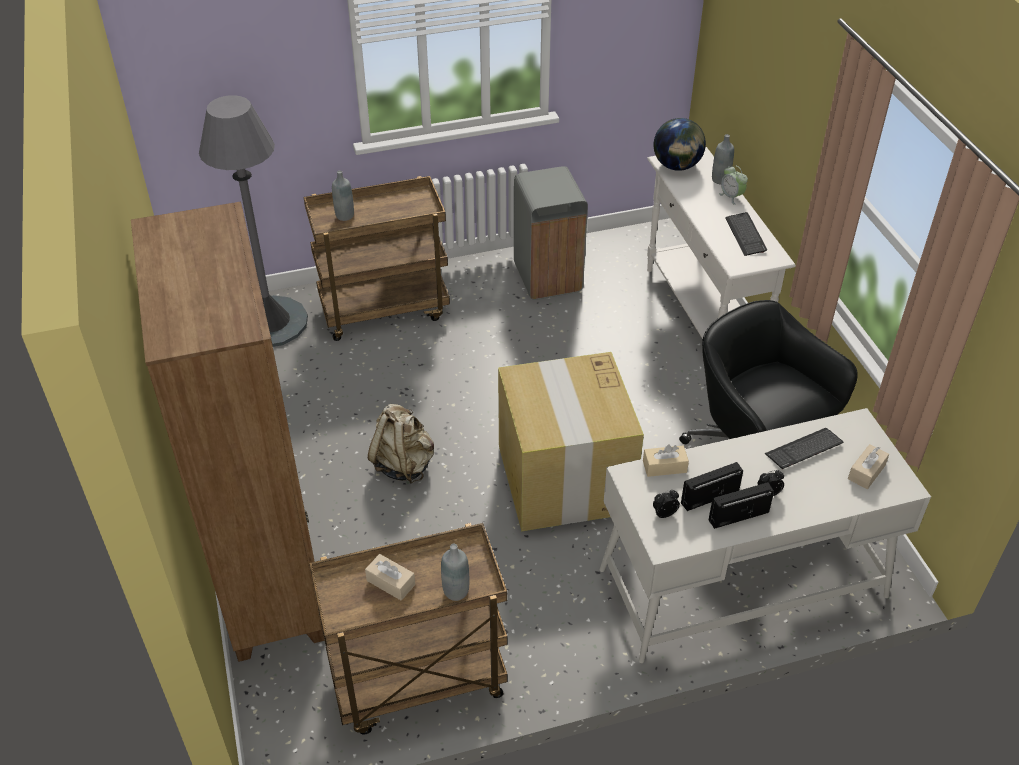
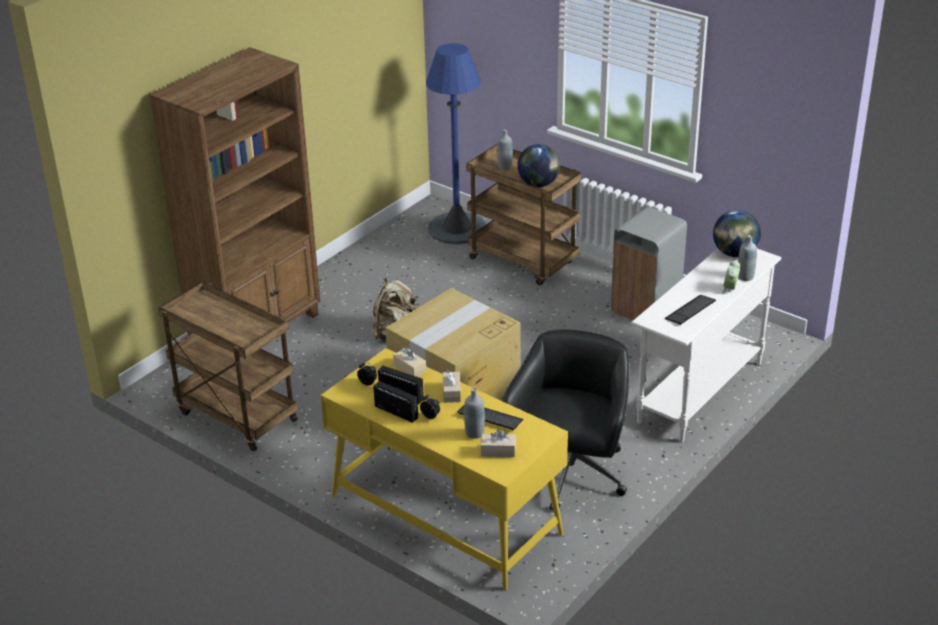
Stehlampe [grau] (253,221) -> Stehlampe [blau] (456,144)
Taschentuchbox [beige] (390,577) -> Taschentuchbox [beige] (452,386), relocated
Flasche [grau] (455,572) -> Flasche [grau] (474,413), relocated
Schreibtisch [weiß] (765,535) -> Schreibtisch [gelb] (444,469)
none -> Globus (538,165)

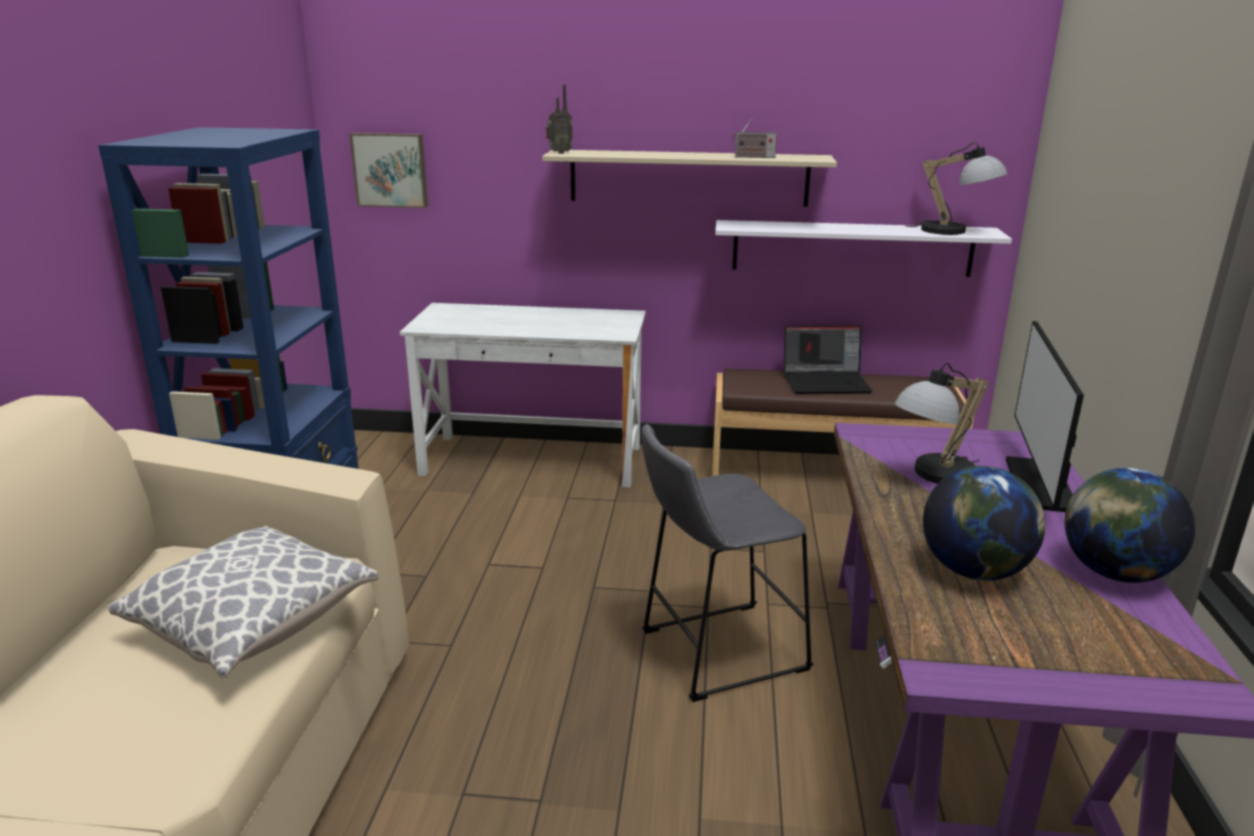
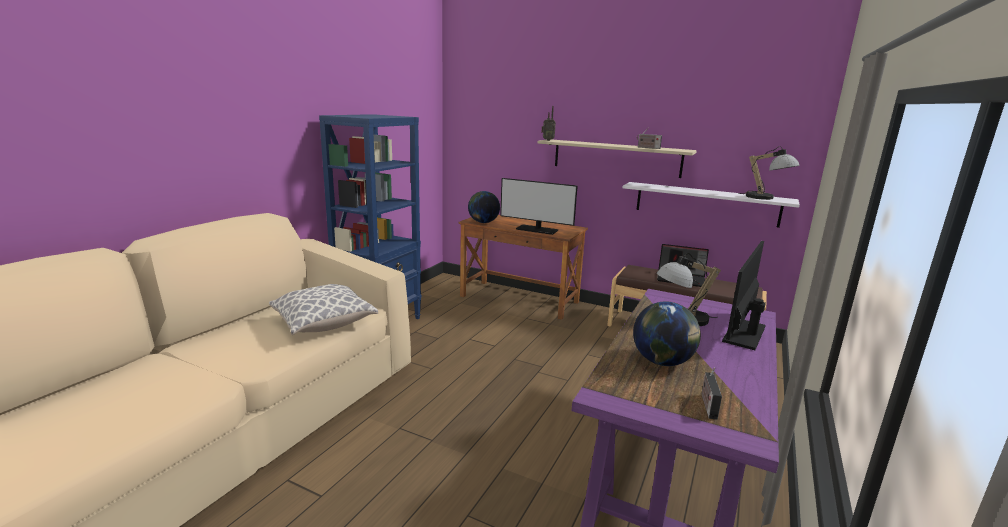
Bild (388,170) -> none
Schreibtisch [weiß] (522,395) -> Schreibtisch [braun] (523,267)
Hocker [grau] (727,563) -> none
Globus (1130,525) -> Globus (484,207), relocated
none -> Monitor (539,206)
none -> Radio (712,393)

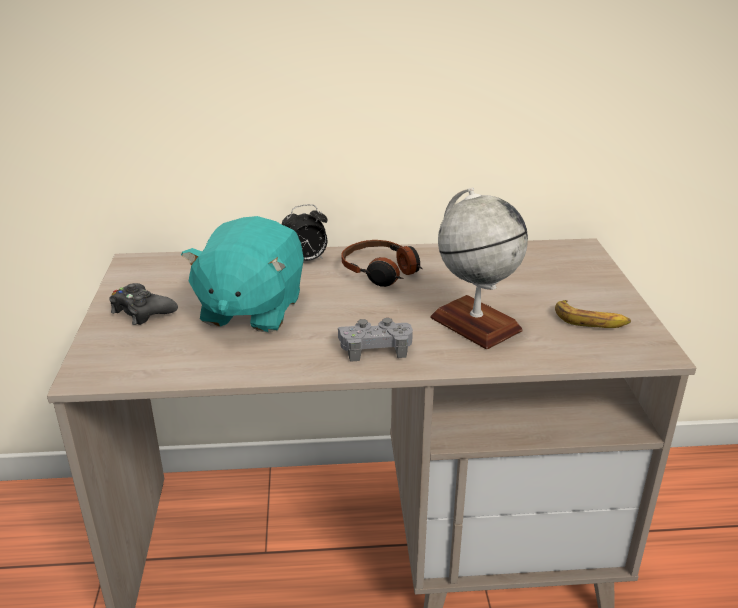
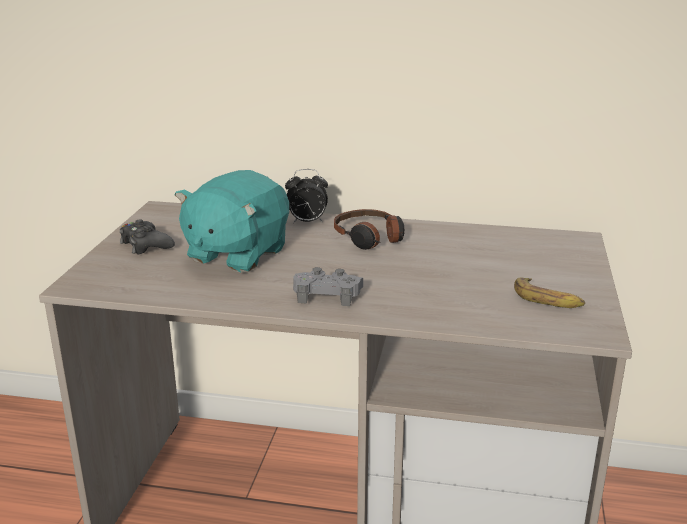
Globus (479,268) -> none

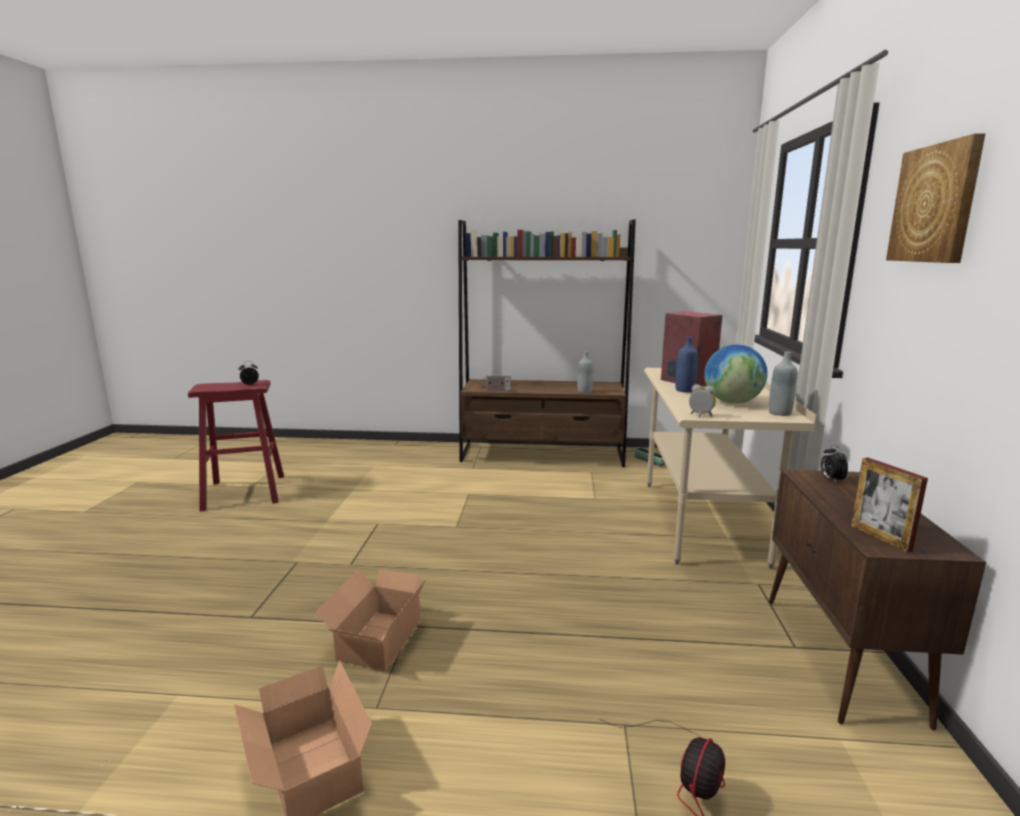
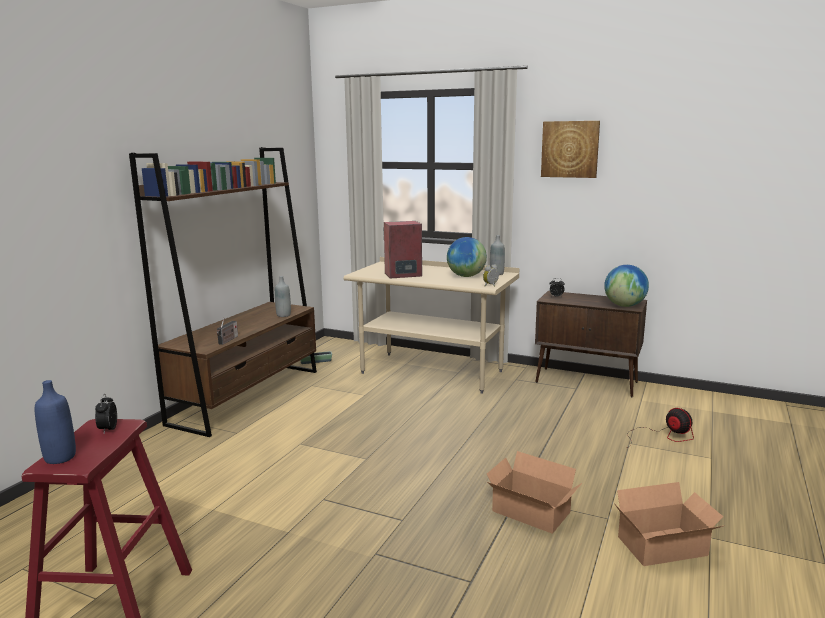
Flasche [blau] (686,364) -> Flasche [blau] (55,422), relocated
Bilderrahmen (889,505) -> Globus (626,286)

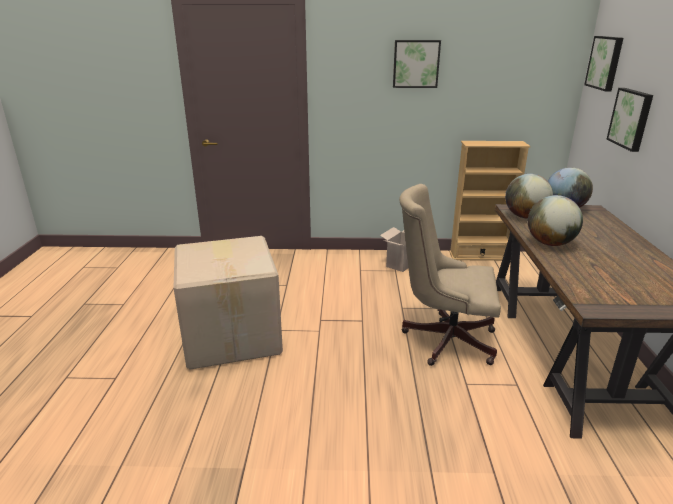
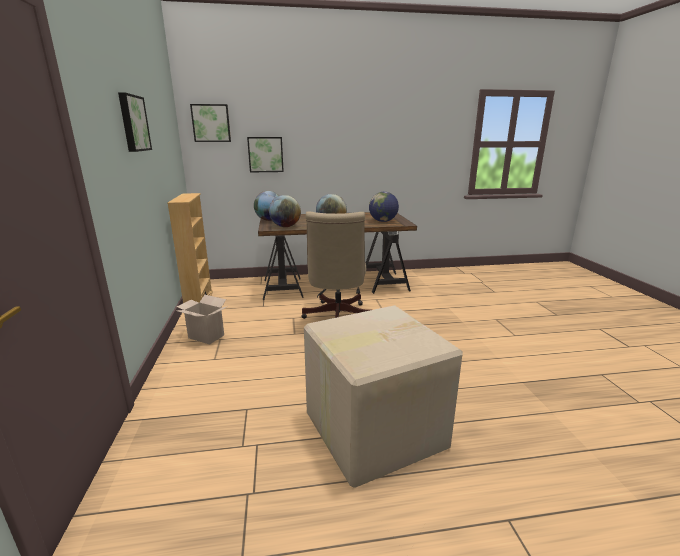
none -> Globus (384,207)

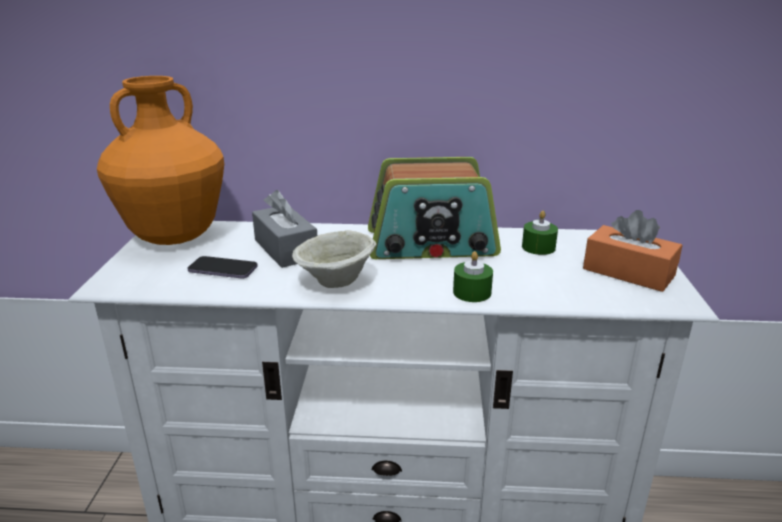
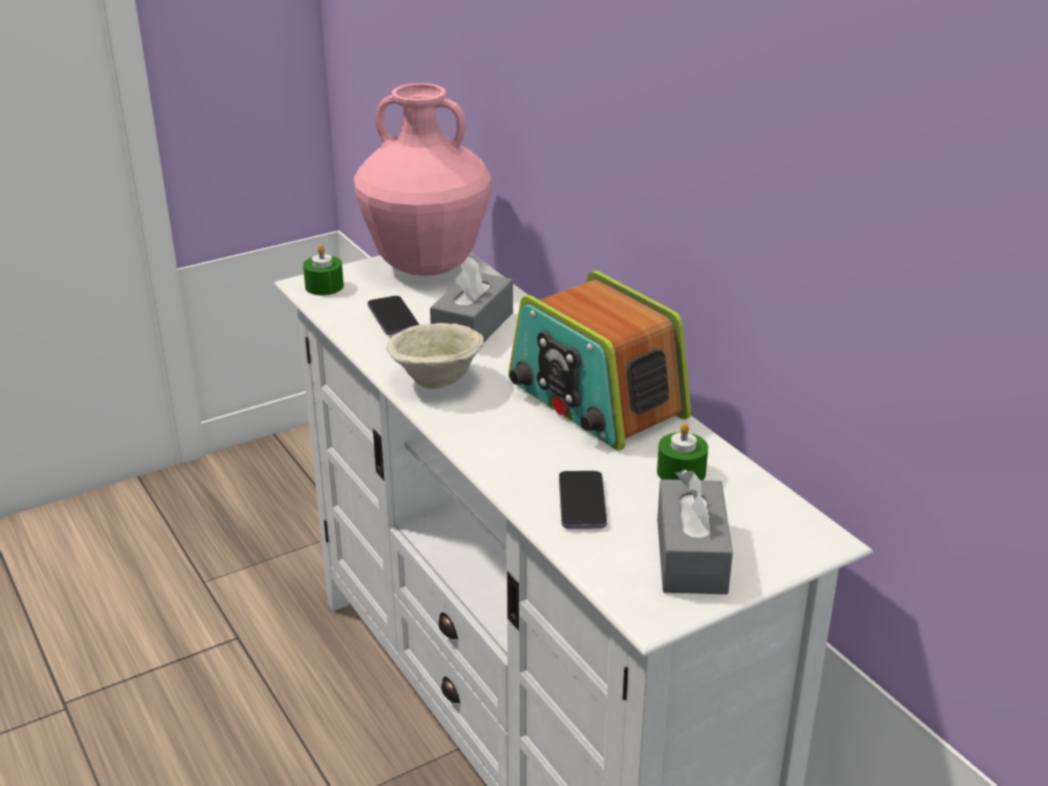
Vase [orange] (160,160) -> Vase [rosa] (423,179)
Kerze [grün] (473,276) -> Kerze [grün] (323,269), relocated
Taschentuchbox [orange] (633,251) -> Taschentuchbox [grau] (695,532)
none -> Handy (583,500)

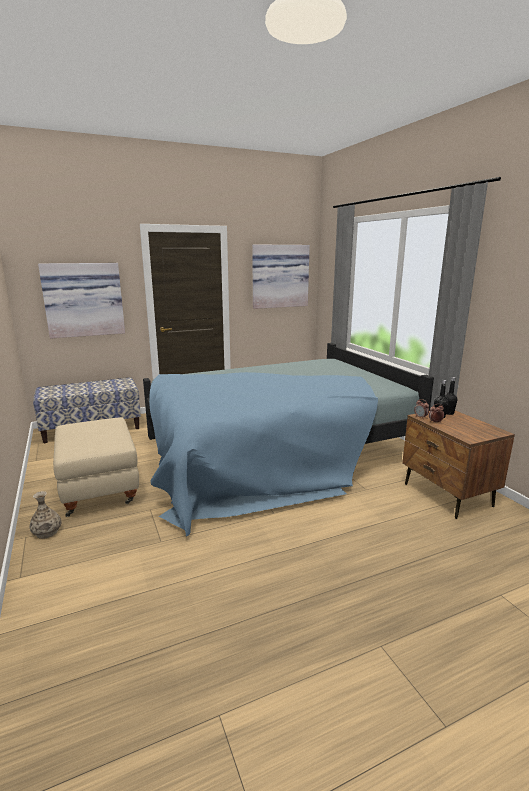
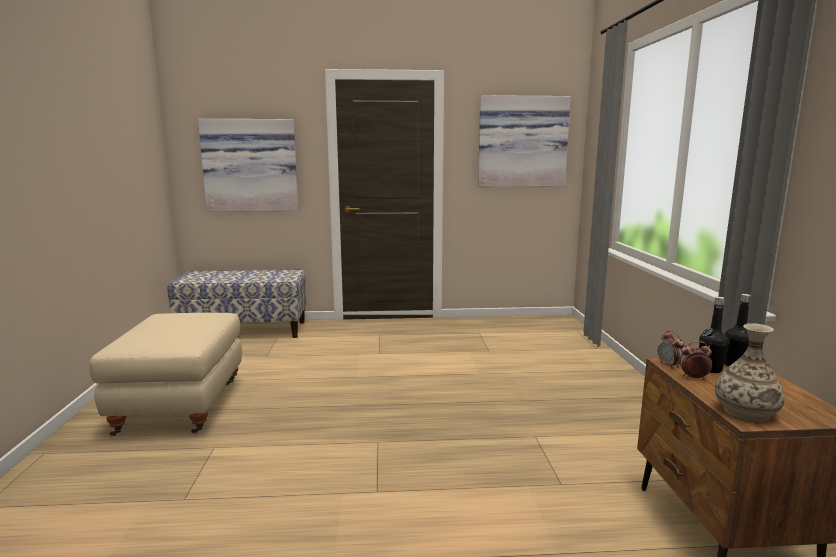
Vase (45,515) -> Vase (750,372), relocated
Bett [blau] (288,440) -> none

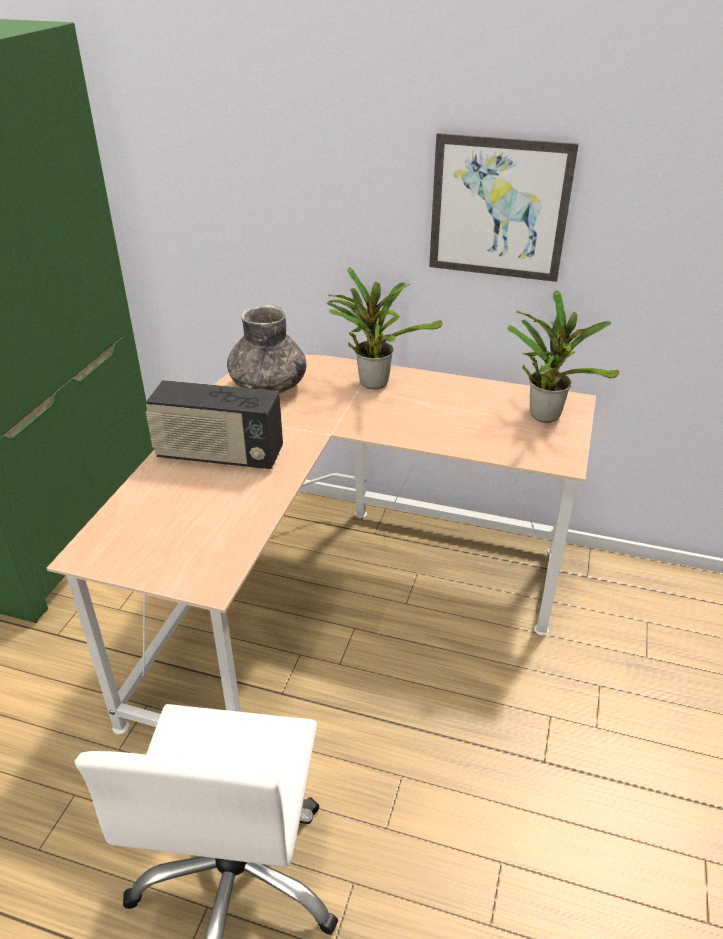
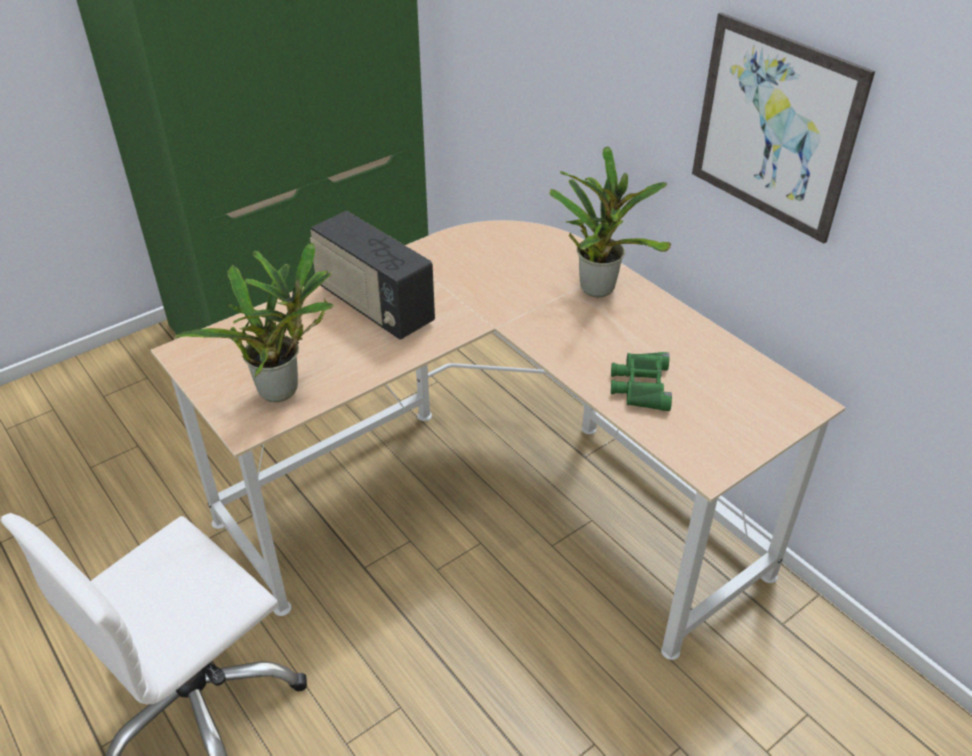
Vase [grau] (267,349) -> none
Topfpflanze (563,357) -> Topfpflanze (254,322), relocated
none -> Fernglas [grün] (641,381)

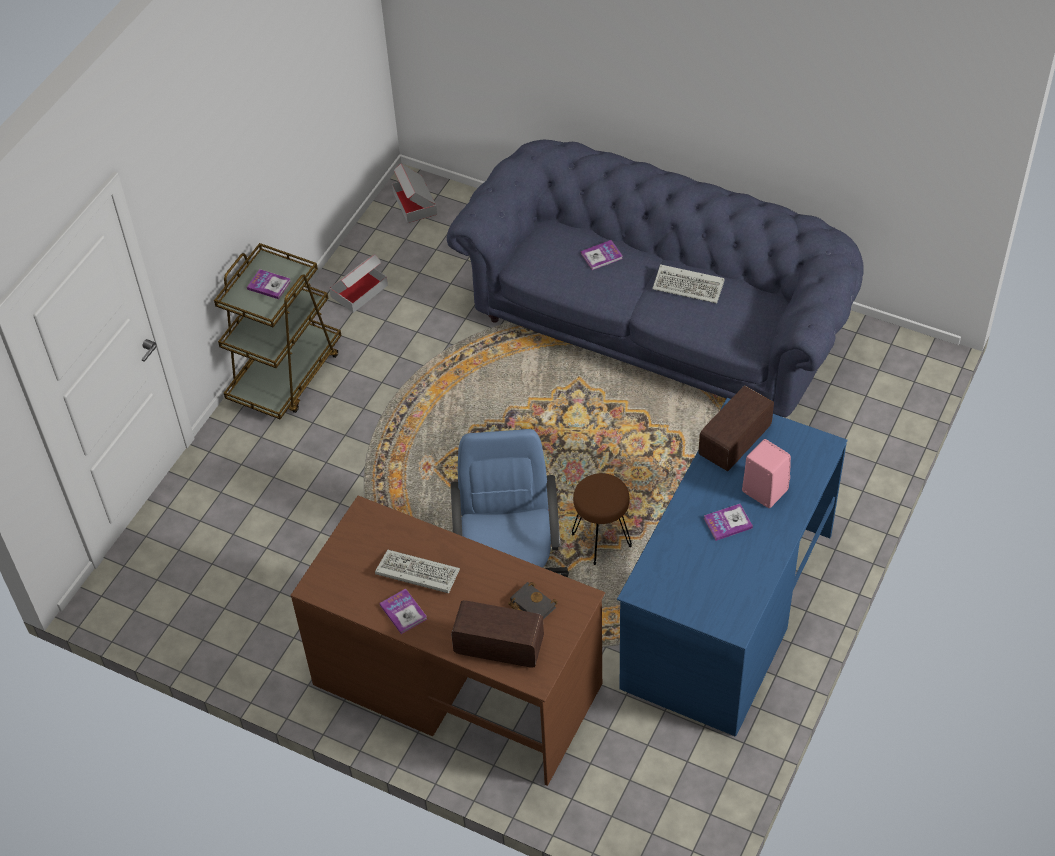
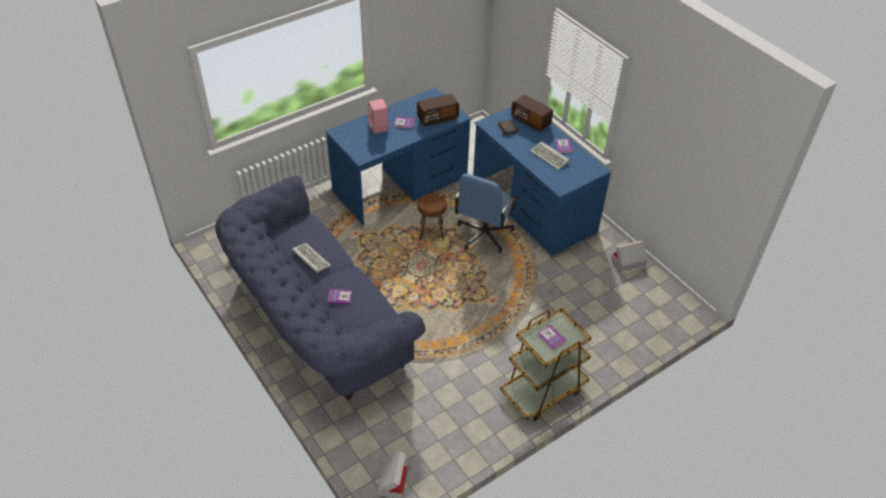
Schreibtisch [braun] (447,641) -> Schreibtisch [blau] (542,181)
Karton (358,283) -> Karton (629,256), relocated
Radio (736,428) -> Radio (438,110), relocated

